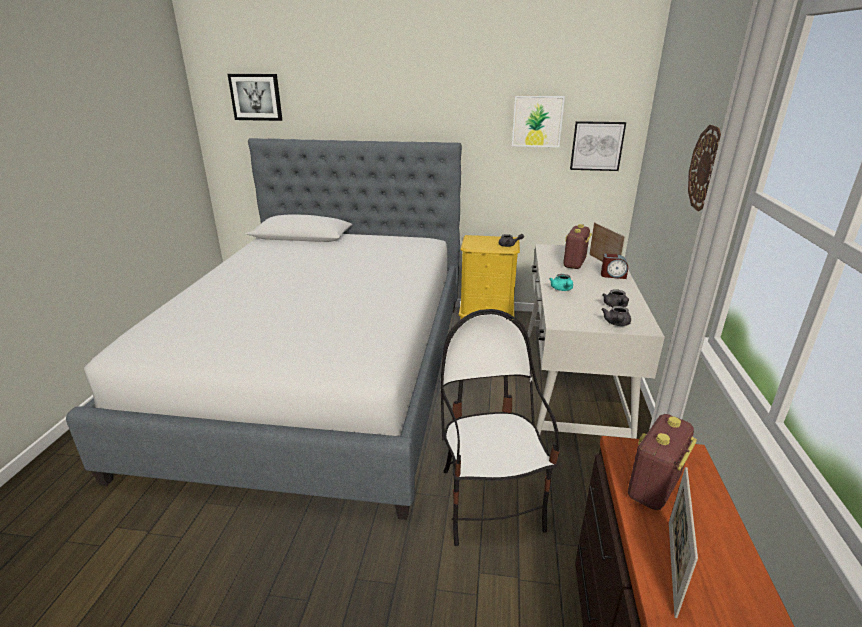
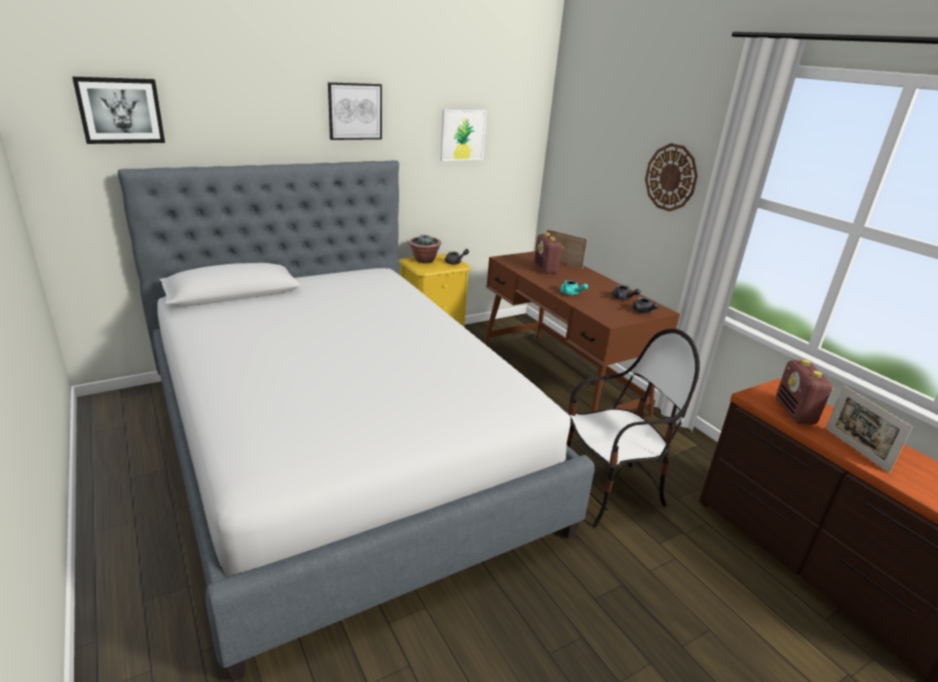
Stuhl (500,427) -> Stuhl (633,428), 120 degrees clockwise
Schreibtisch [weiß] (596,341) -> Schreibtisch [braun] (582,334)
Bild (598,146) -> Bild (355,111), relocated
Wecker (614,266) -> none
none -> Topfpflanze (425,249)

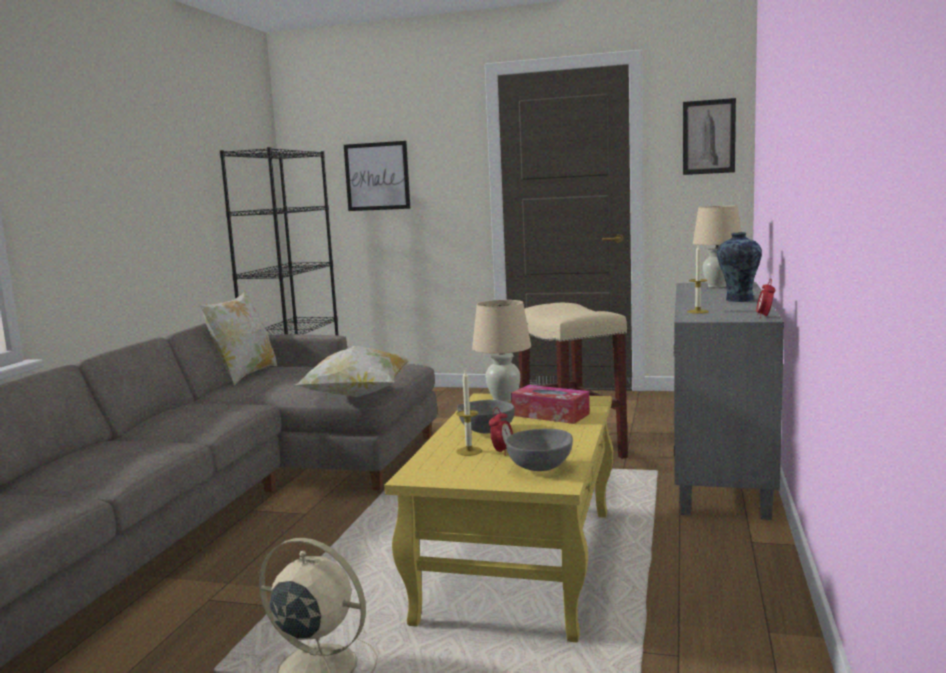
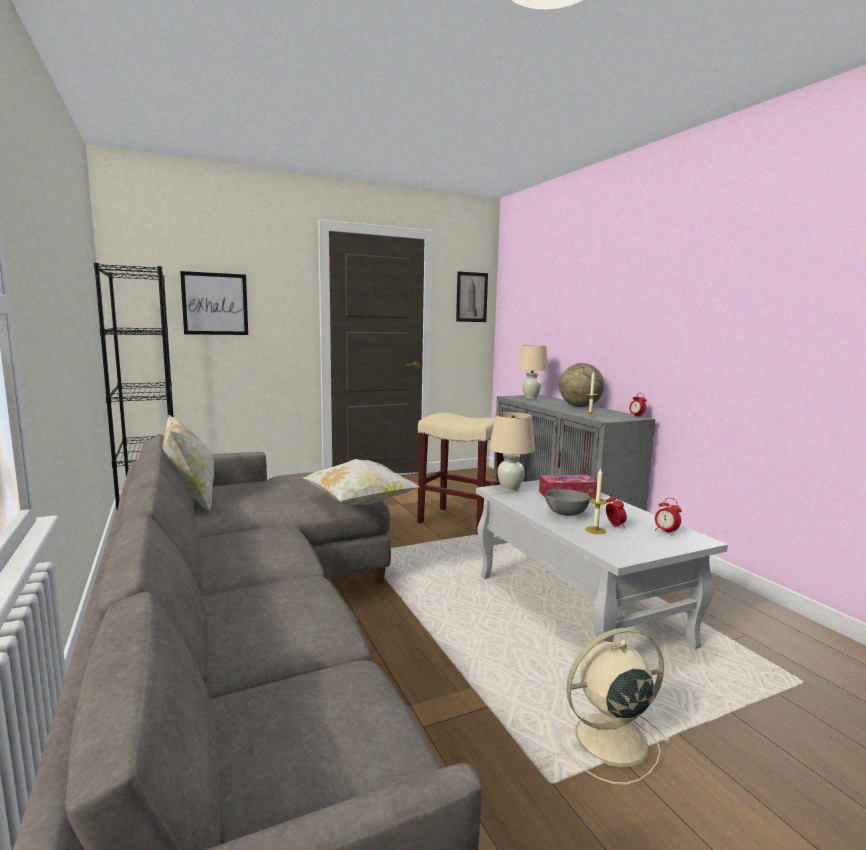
Couchtisch [gelb] (499,517) -> Couchtisch [weiß] (602,564)
Schüssel [grau] (539,450) -> Wecker (668,517)
Vase (739,267) -> Globus (581,385)

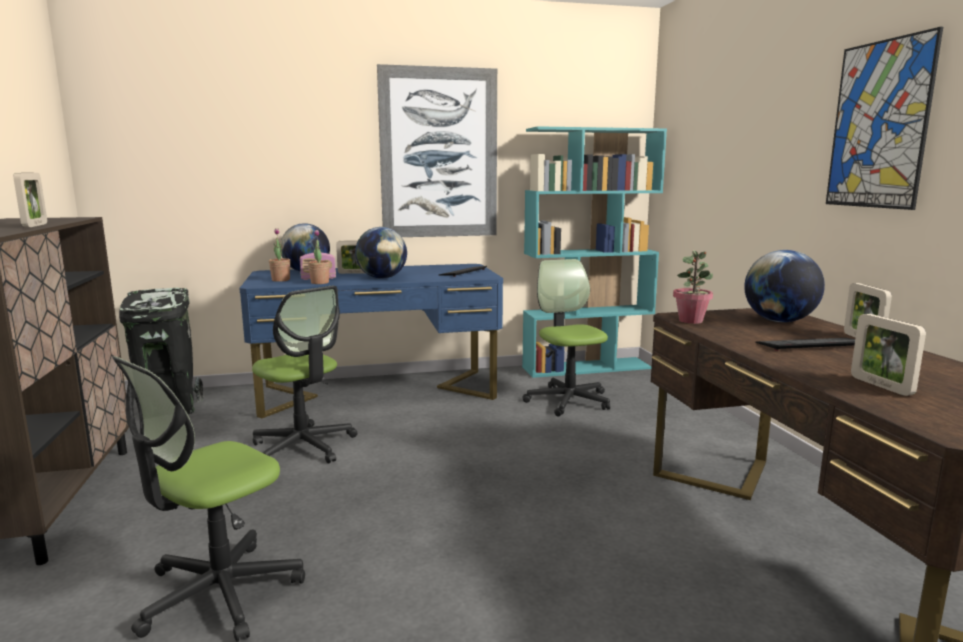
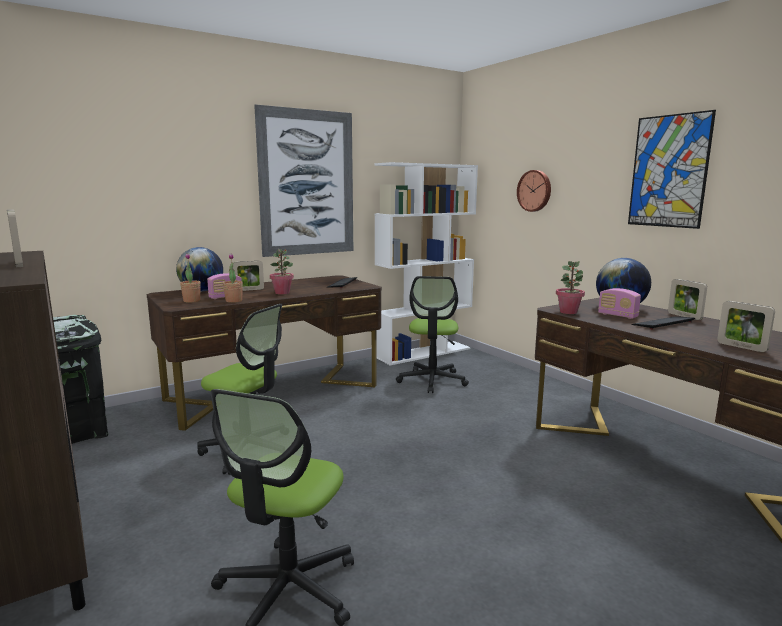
Schreibtisch [blau] (371,341) -> Schreibtisch [braun] (264,353)
Globus (381,253) -> Topfpflanze (282,272)
Bücherregal [türkis] (594,252) -> Bücherregal [weiß] (426,263)
Bürostuhl (566,337) -> Bürostuhl (432,334), 135 degrees counterclockwise
none -> Wanduhr (534,191)
none -> Radio (619,303)

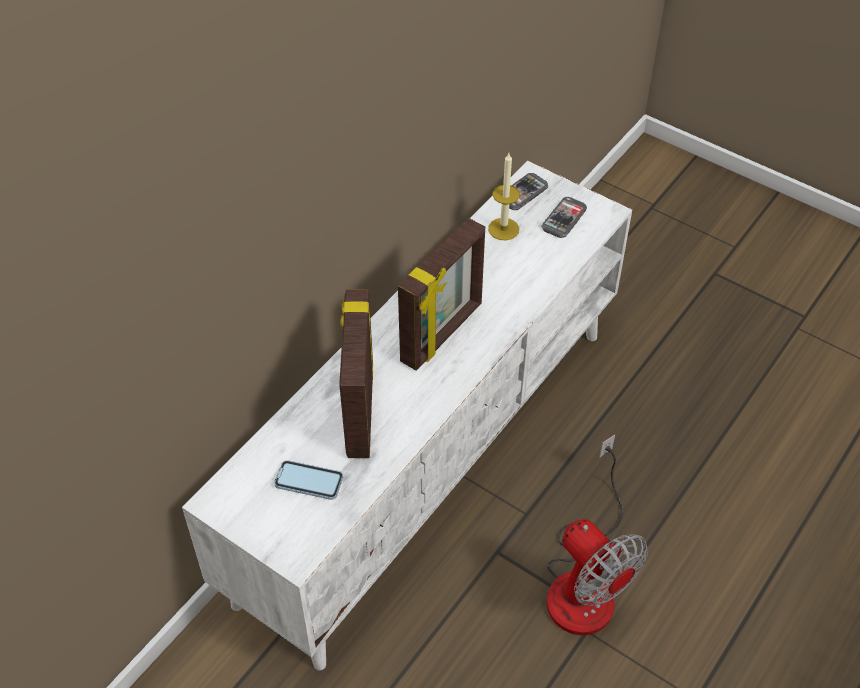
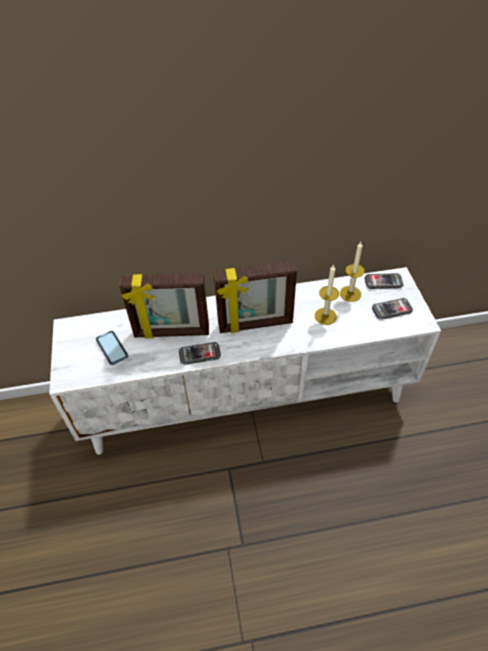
Bilderrahmen (356,373) -> Bilderrahmen (164,306), 135 degrees counterclockwise
Ventilator (597,535) -> none
none -> Handy (200,353)
none -> Kerze (327,294)

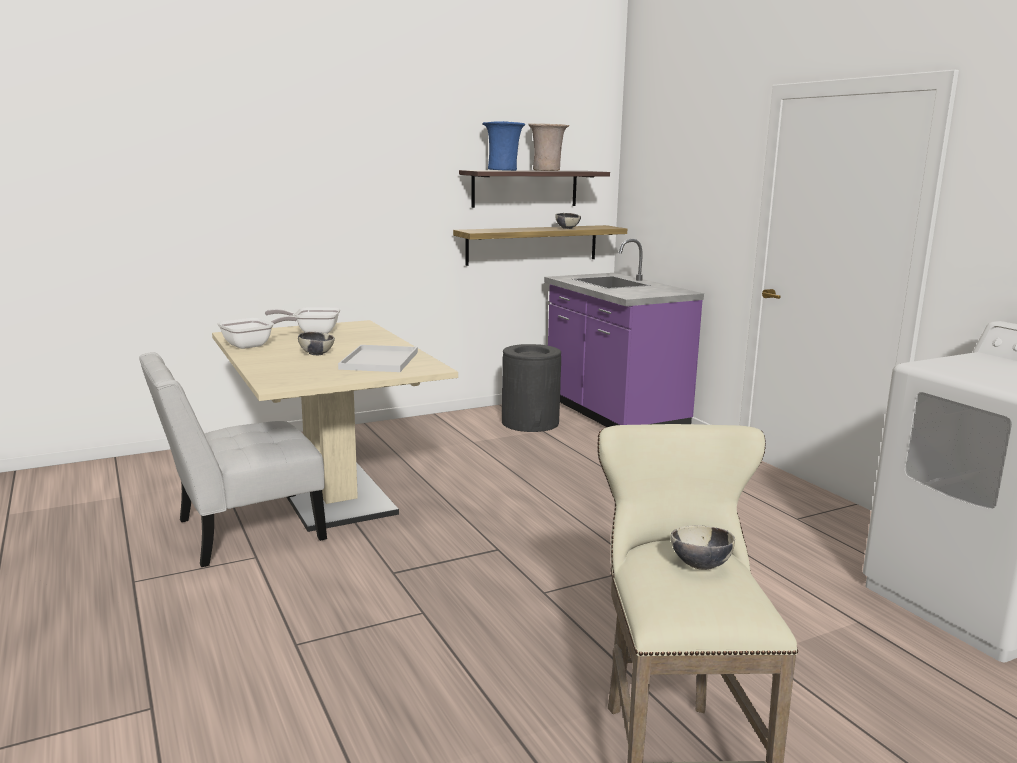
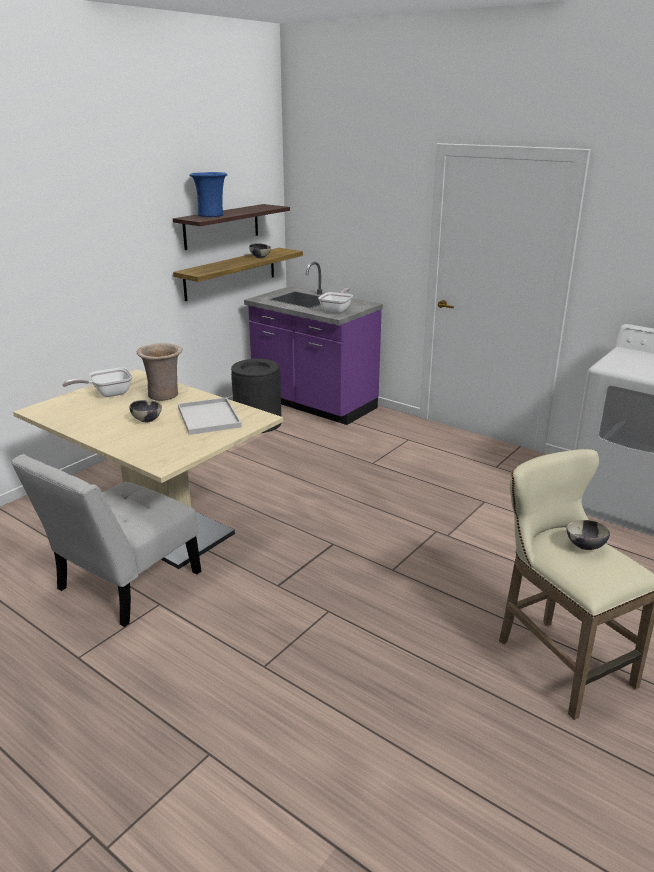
Pfanne (257,332) -> Pfanne (335,301), relocated
Vase [beige] (548,147) -> Vase [beige] (159,372), relocated

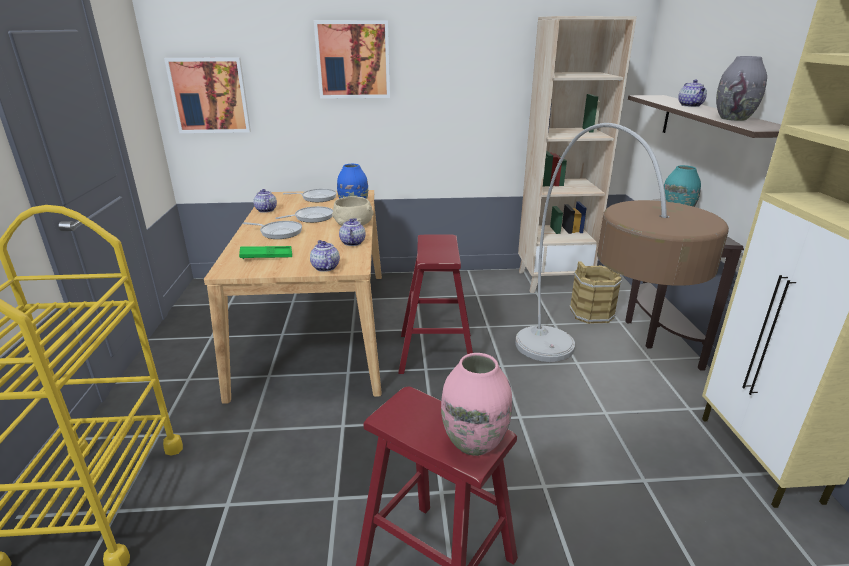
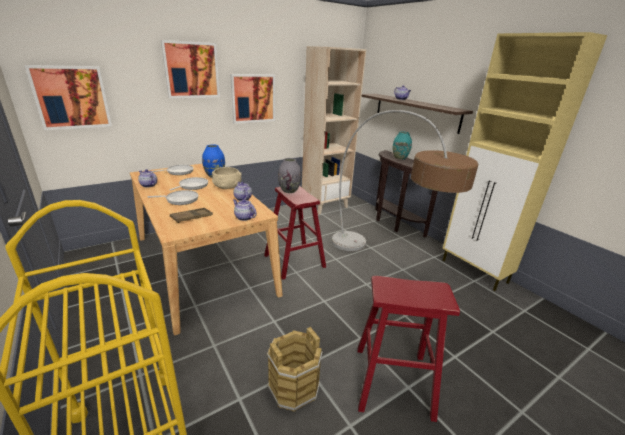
Tablett [grün] (265,252) -> Tablett [braun] (191,215)
Vase [rosa] (476,404) -> none
Eimer [braun] (595,293) -> Eimer [braun] (295,369), relocated
Vase [grau] (741,88) -> Vase [grau] (289,175), relocated
none -> Bild (252,99)

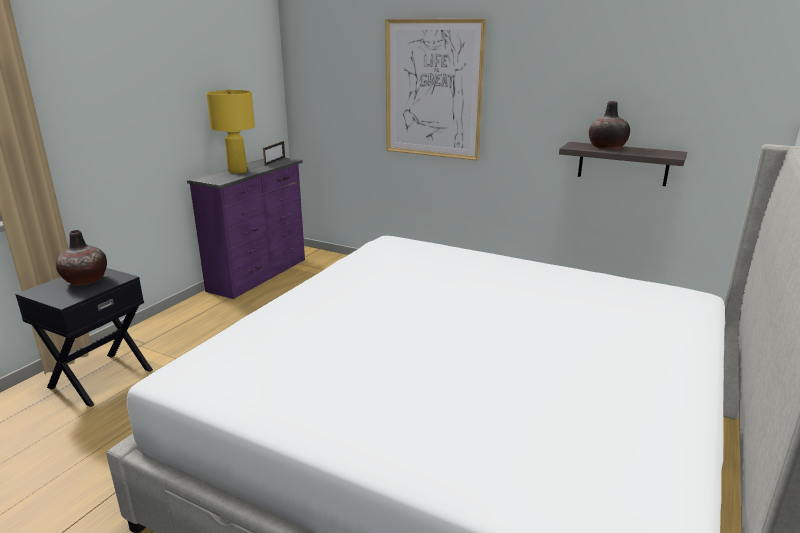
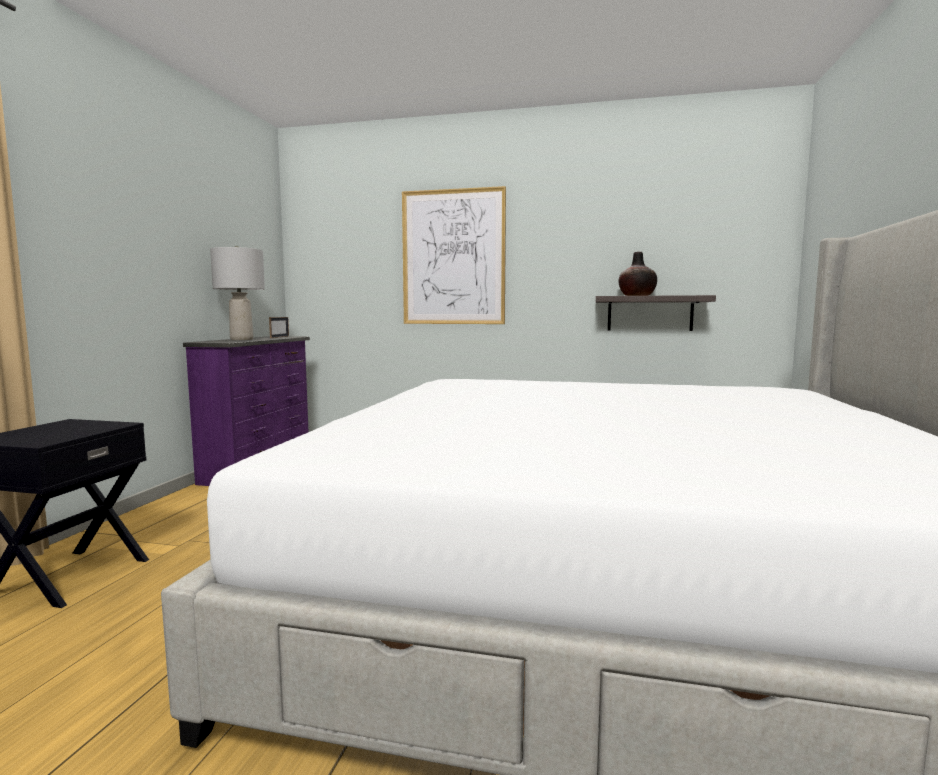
Vase (81,258) -> none
Tischlampe [gelb] (230,131) -> Tischlampe [grau] (237,293)

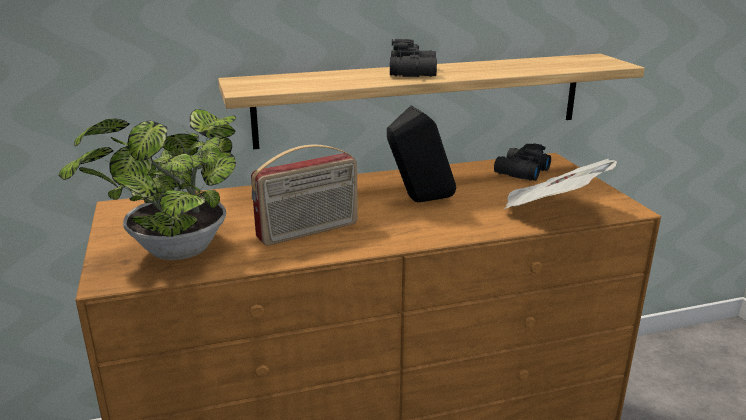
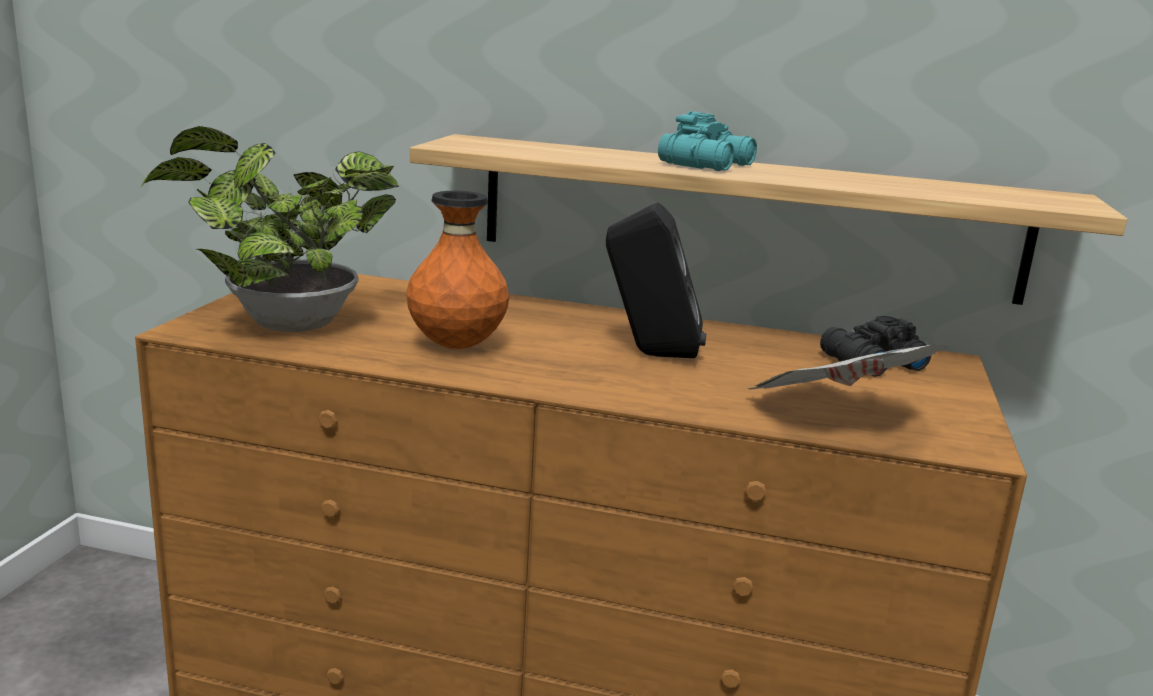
Radio (304,195) -> Vase [orange] (458,270)
Fernglas [schwarz] (413,58) -> Fernglas [türkis] (707,141)

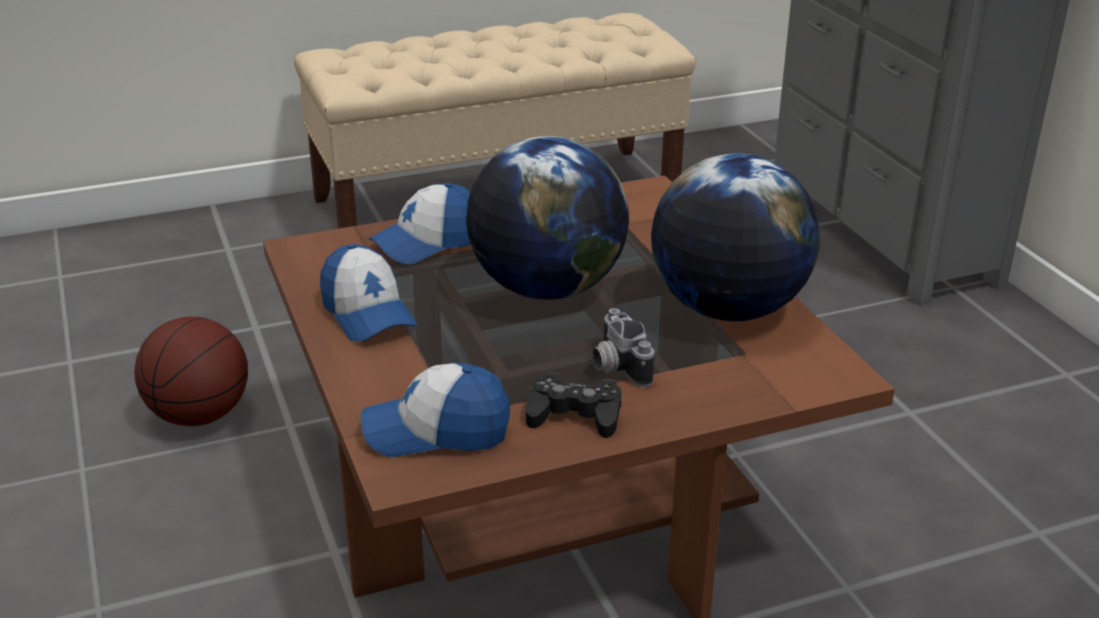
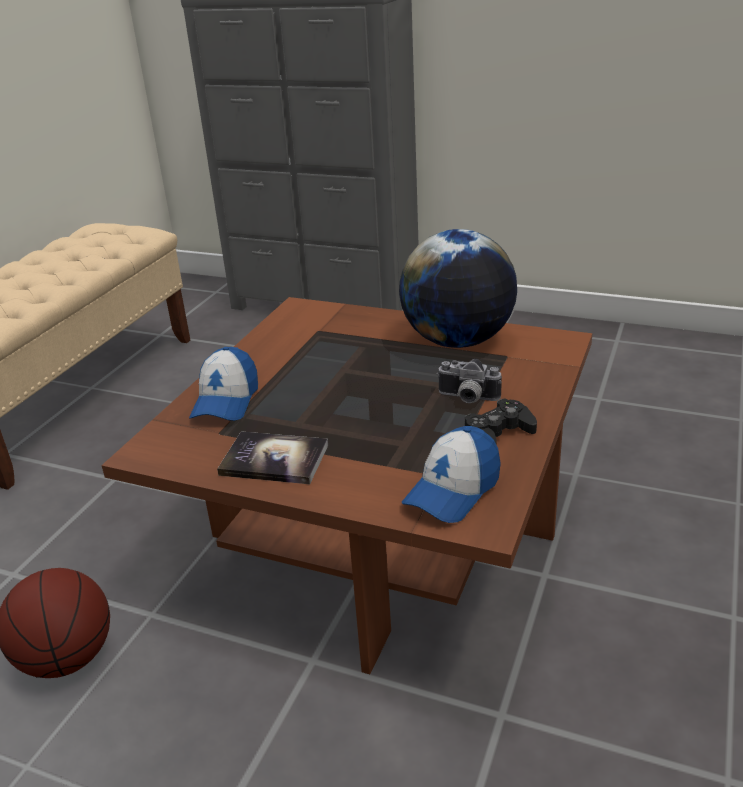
Kappe (368,292) -> Buch (272,457)
Globus (547,218) -> none

